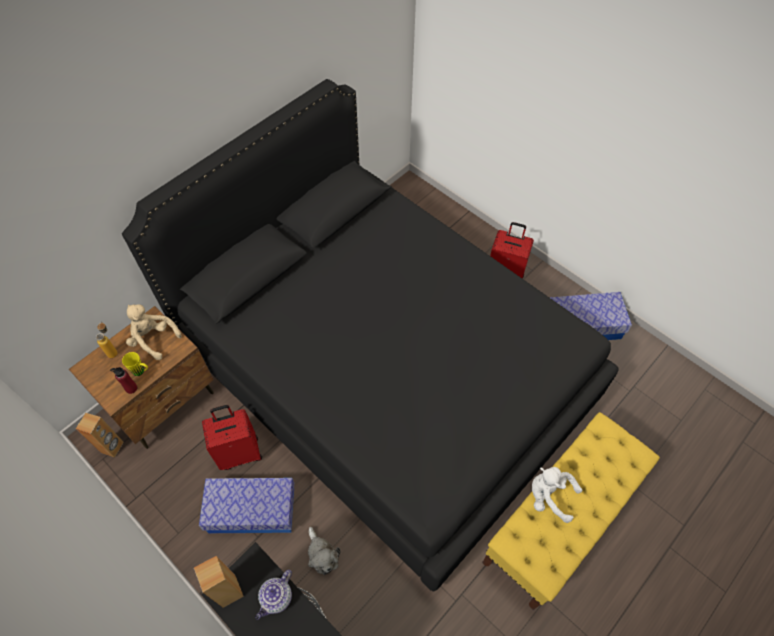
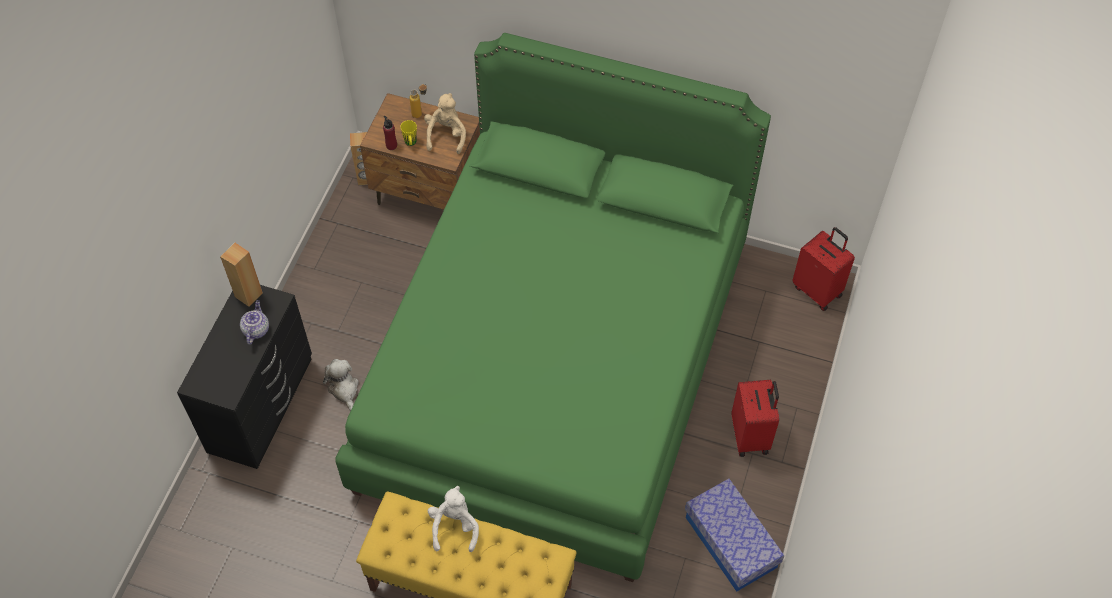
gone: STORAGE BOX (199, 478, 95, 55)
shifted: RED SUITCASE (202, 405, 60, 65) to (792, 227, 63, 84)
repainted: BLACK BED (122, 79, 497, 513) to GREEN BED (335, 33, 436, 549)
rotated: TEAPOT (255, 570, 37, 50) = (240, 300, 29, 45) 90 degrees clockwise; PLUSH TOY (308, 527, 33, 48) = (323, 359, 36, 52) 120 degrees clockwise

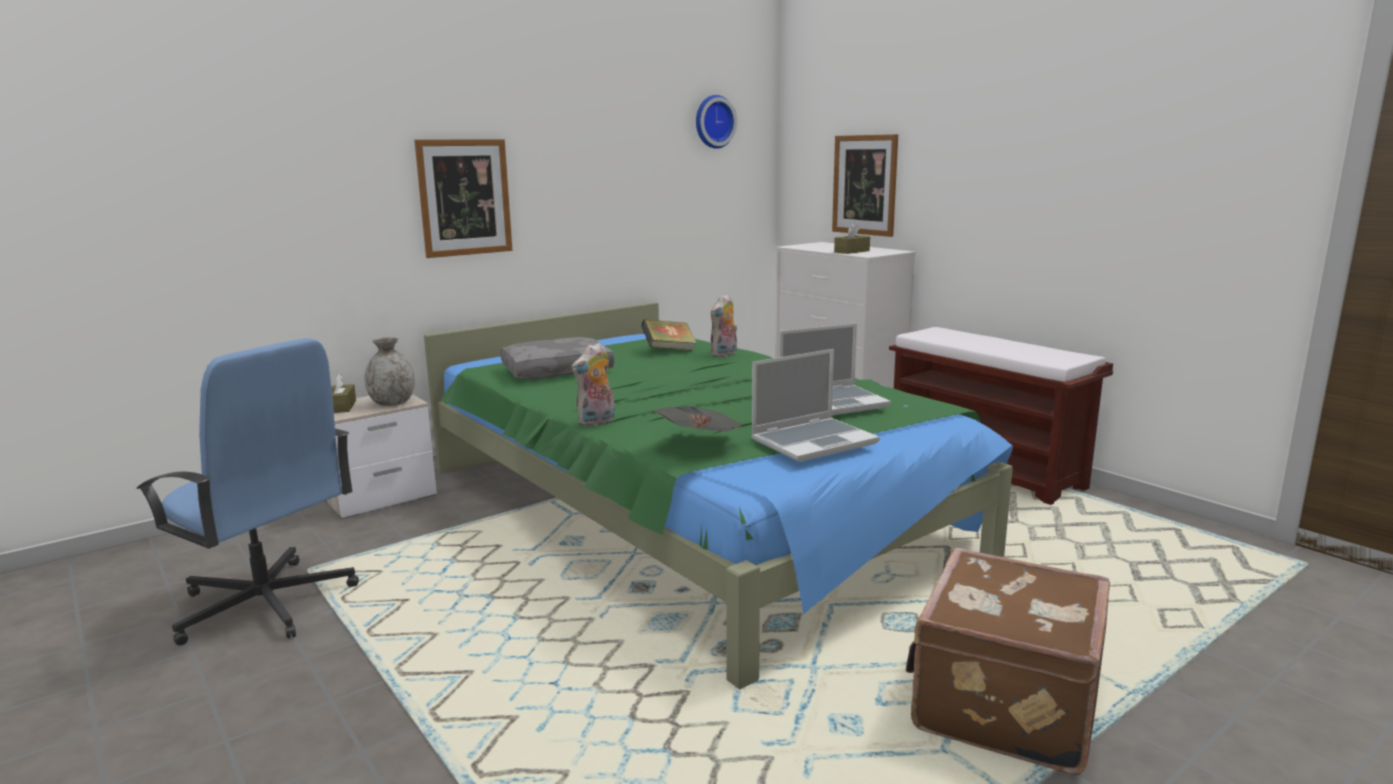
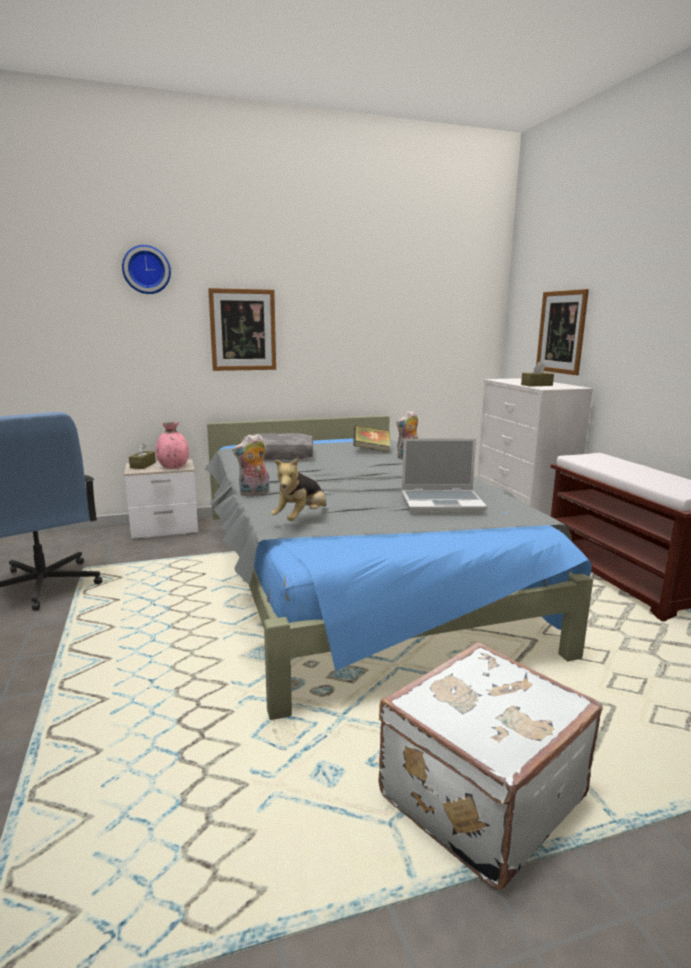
gone: LAPTOP (751, 349, 129, 113)
shifted: WALL CLOCK (696, 95, 41, 54) to (122, 245, 49, 49)
swapped: NEWSPAPER (651, 406, 91, 26) to PLUSH TOY (270, 458, 56, 63)
repainted: GREY VASE (365, 337, 50, 69) to PINK VASE (156, 422, 33, 46); GREEN BED (424, 302, 589, 387) to GREY BED (204, 415, 389, 305); BROWN SUITCASE (906, 548, 204, 227) to WHITE SUITCASE (378, 642, 225, 248)

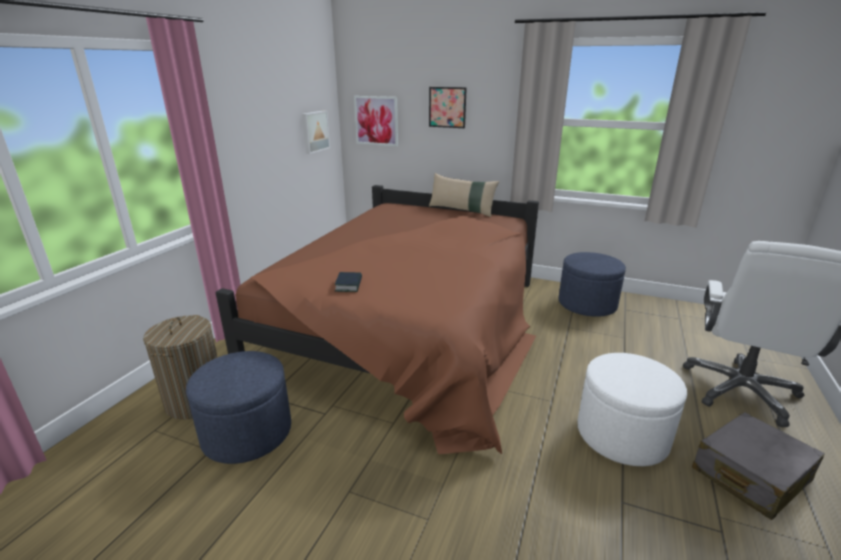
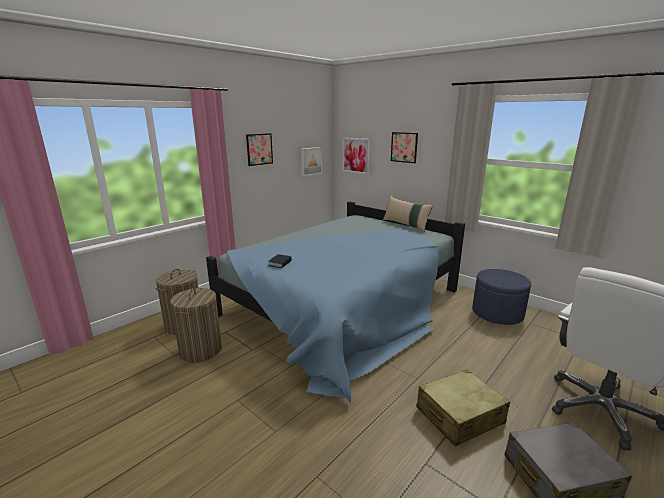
new: PICTURE (246, 133, 27, 33)
swapped: BLUE OTTOMAN (186, 351, 105, 113) to LAUNDRY BASKET (170, 288, 52, 75); WHITE OTTOMAN (577, 353, 110, 113) to BEIGE SUITCASE (417, 369, 93, 78)
repainted: BROWN BED (215, 185, 324, 269) to BLUE BED (206, 201, 259, 203)

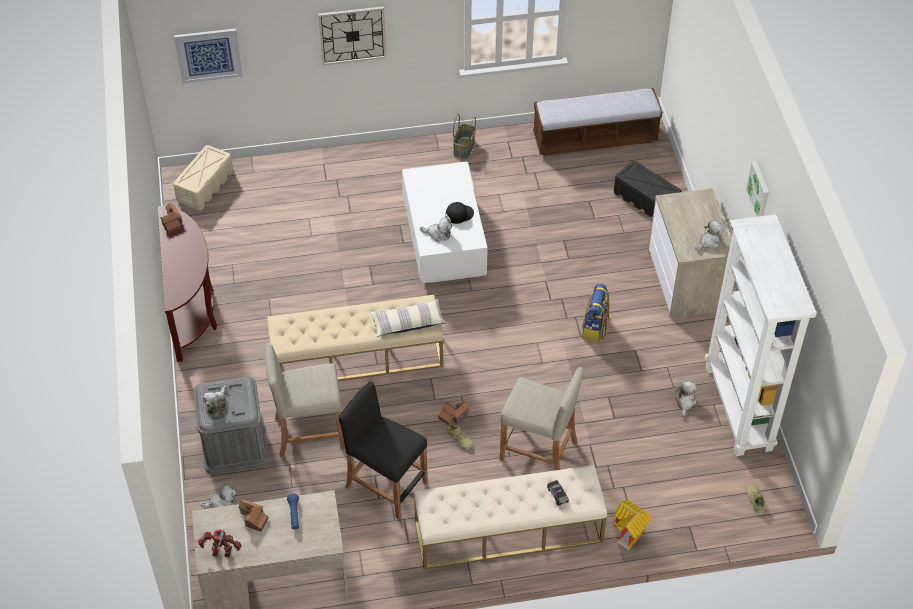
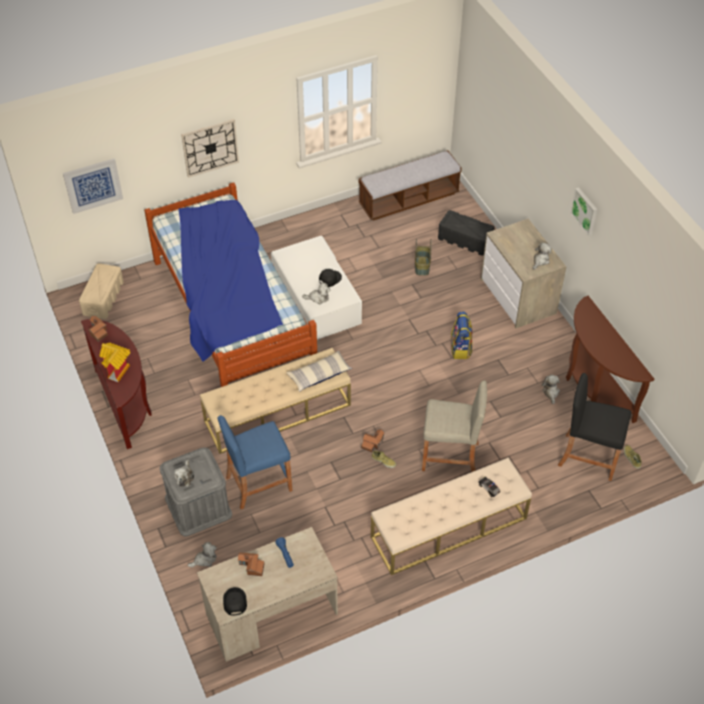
new: BED (144, 182, 173, 205)
shifted: BLACK STOOL (339, 381, 89, 138) to (558, 373, 73, 108); BASKET (453, 113, 23, 46) to (415, 239, 17, 37); TOY HOUSE (614, 500, 38, 50) to (99, 343, 32, 39)
swapped: TOY ROBOT (198, 529, 43, 28) to BLACK CAP (223, 587, 24, 29); WHITE BOOKCASE (705, 214, 112, 242) to BROWN CONSOLE TABLE (566, 296, 88, 127)
repainted: BEIGE STOOL (265, 343, 79, 114) to BLUE STOOL (218, 415, 74, 94)

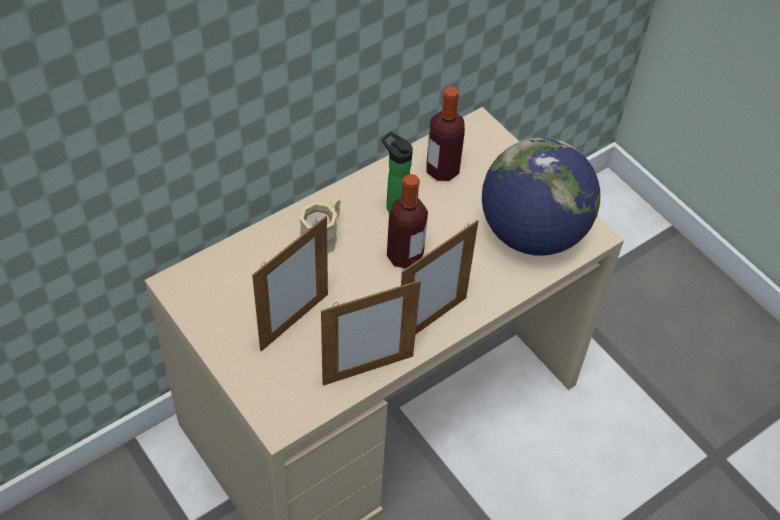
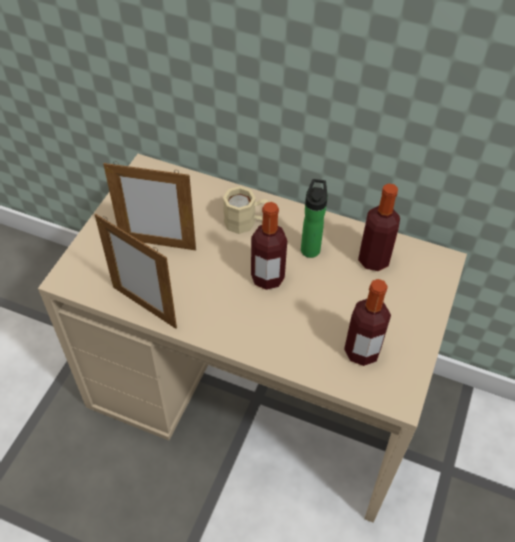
gone: PICTURE FRAME (401, 220, 77, 115)
swapped: GLOBE (482, 138, 118, 118) to BOTTLE (344, 279, 47, 87)

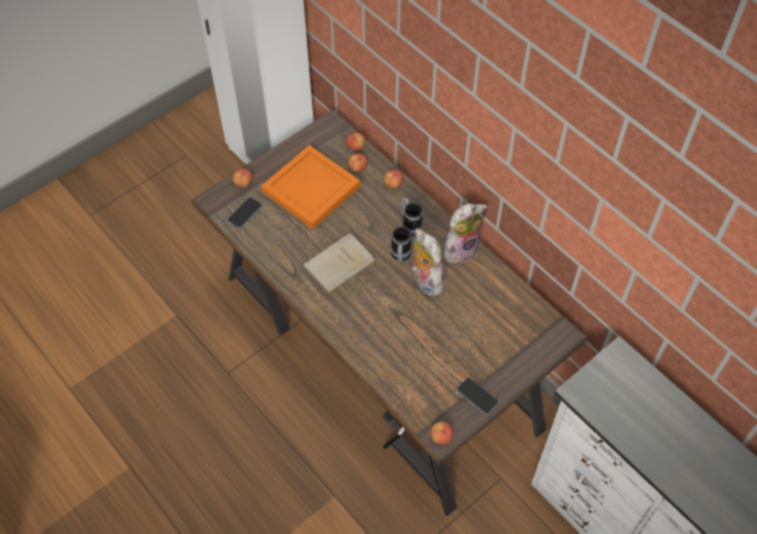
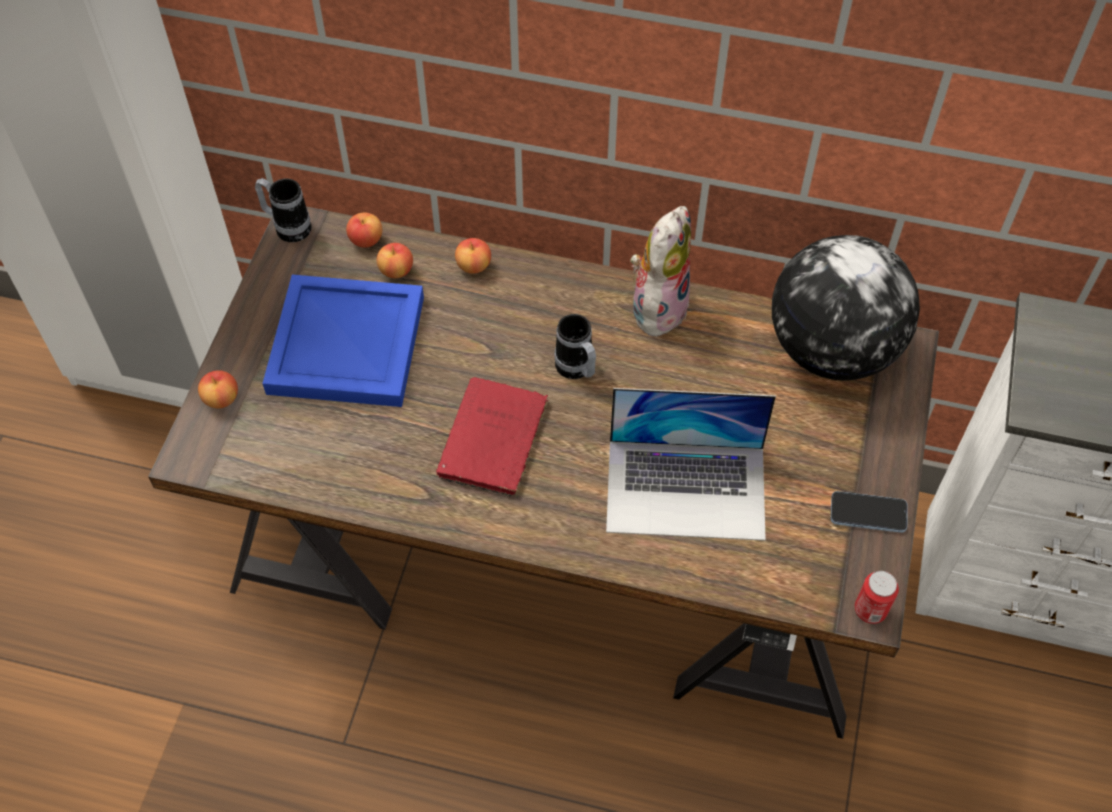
gone: PHONE (227, 197, 35, 32); PLUSH TOY (412, 229, 35, 67)
new: LAPTOP (606, 388, 170, 153); GLOBE (772, 235, 148, 146)
shifted: MUG (402, 197, 21, 40) to (255, 178, 57, 64)
swapped: APPLE (431, 422, 22, 23) to CAN (855, 571, 44, 53)
repainted: ORANGE TRAY (261, 145, 99, 84) to BLUE TRAY (262, 275, 162, 132); BEIGE BOOK (303, 233, 73, 63) to RED BOOK (436, 377, 113, 121)

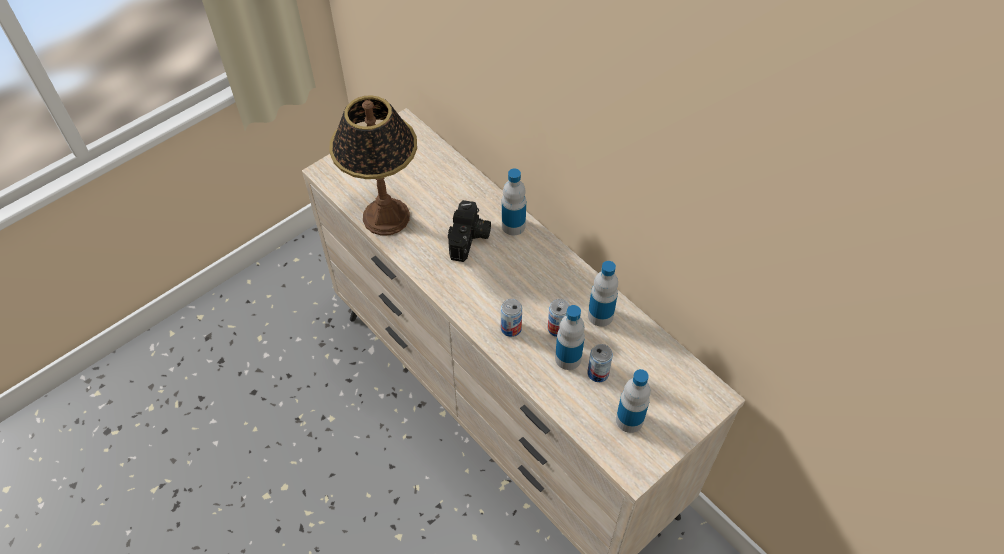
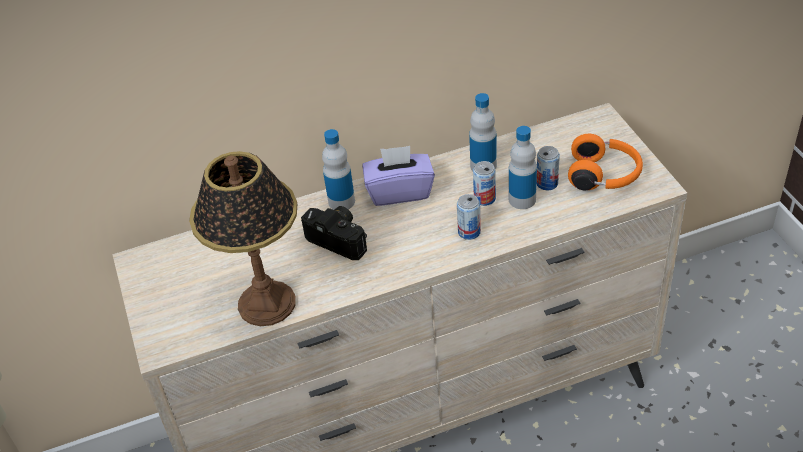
new: PURPLE TISSUE BOX (362, 146, 73, 60)
swapped: BOTTLE (616, 369, 35, 64) to ORANGE HEADPHONES (568, 134, 75, 57)

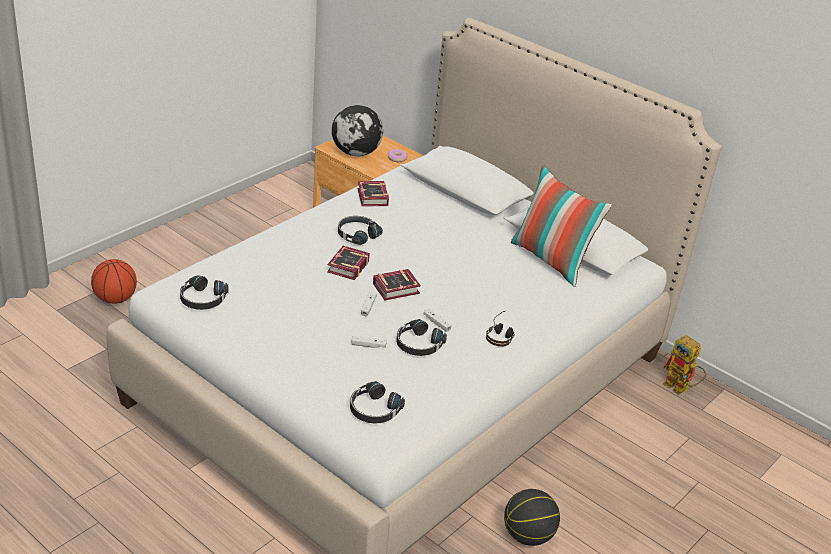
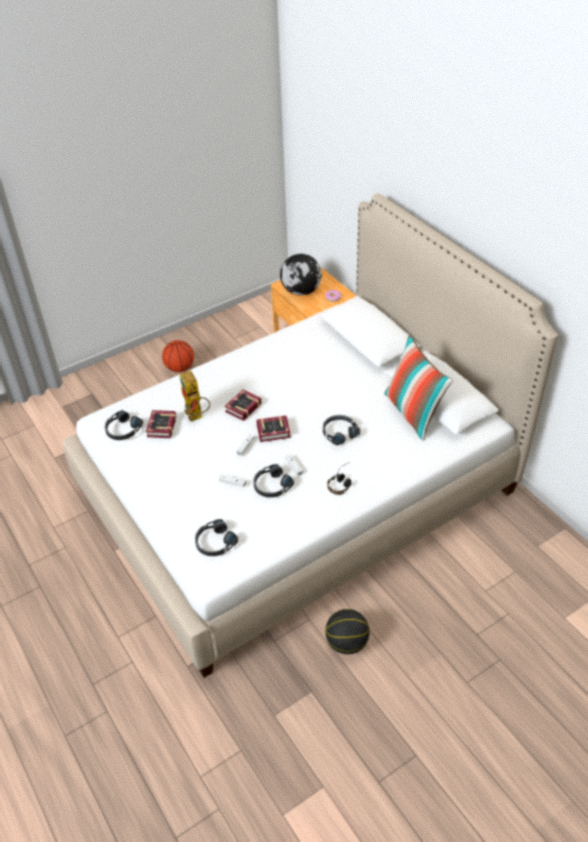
shifted: BASKETBALL (91, 259, 46, 45) to (162, 340, 32, 32); BLACK HEADPHONES (338, 216, 45, 29) to (323, 415, 37, 31); BOOK (357, 181, 32, 26) to (146, 410, 30, 28); TOY ROBOT (662, 335, 44, 60) to (179, 370, 31, 52)

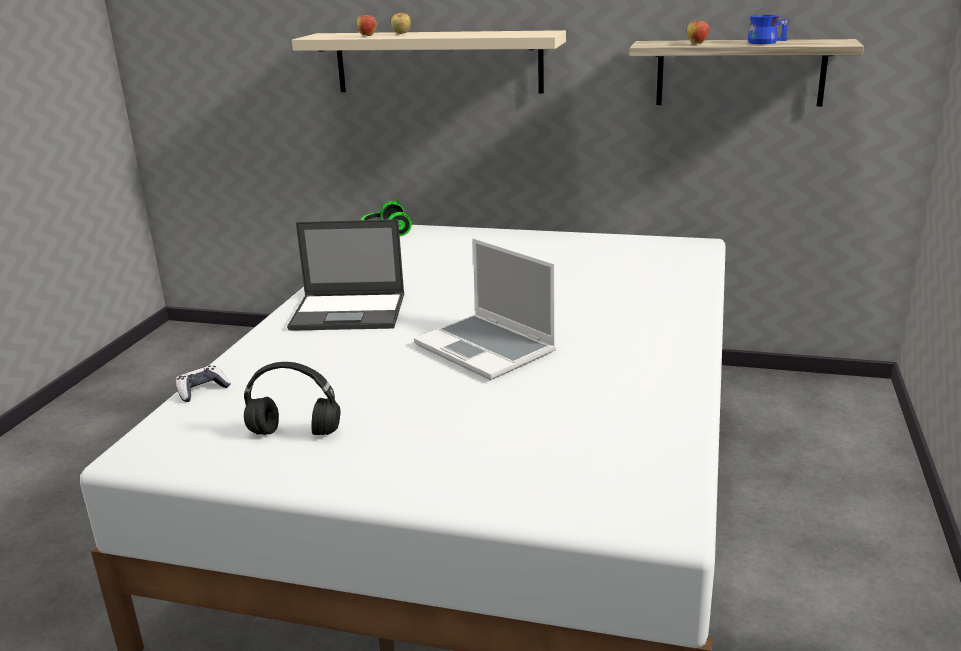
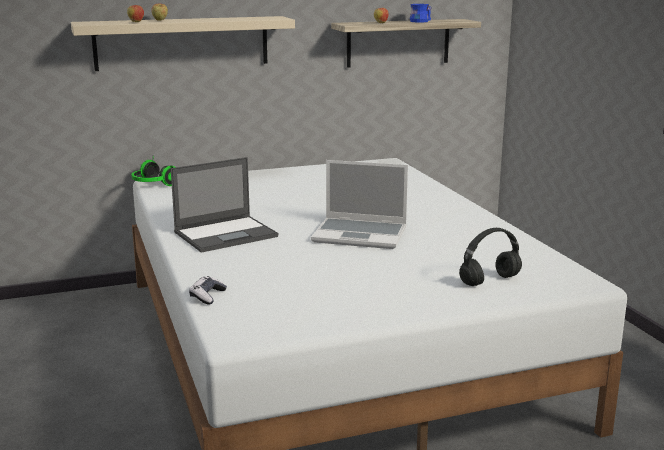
shifted: BLACK HEADPHONES (244, 362, 96, 73) to (459, 228, 63, 58)

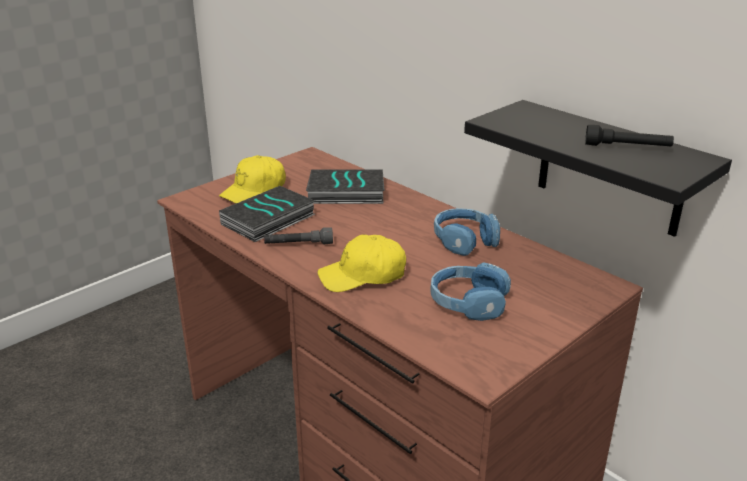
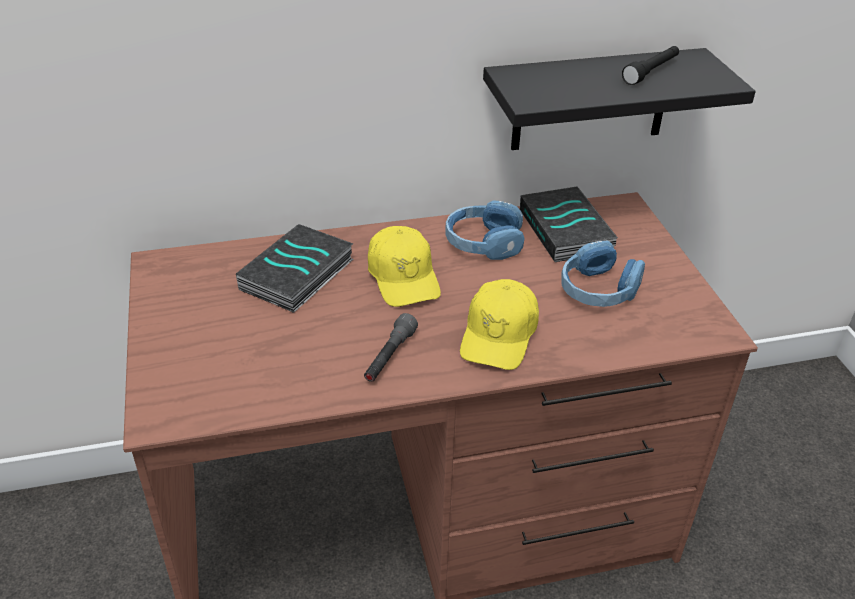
shifted: YELLOW CAP (219, 155, 67, 49) to (368, 226, 73, 81); BOOK (219, 186, 96, 56) to (520, 186, 98, 76)

